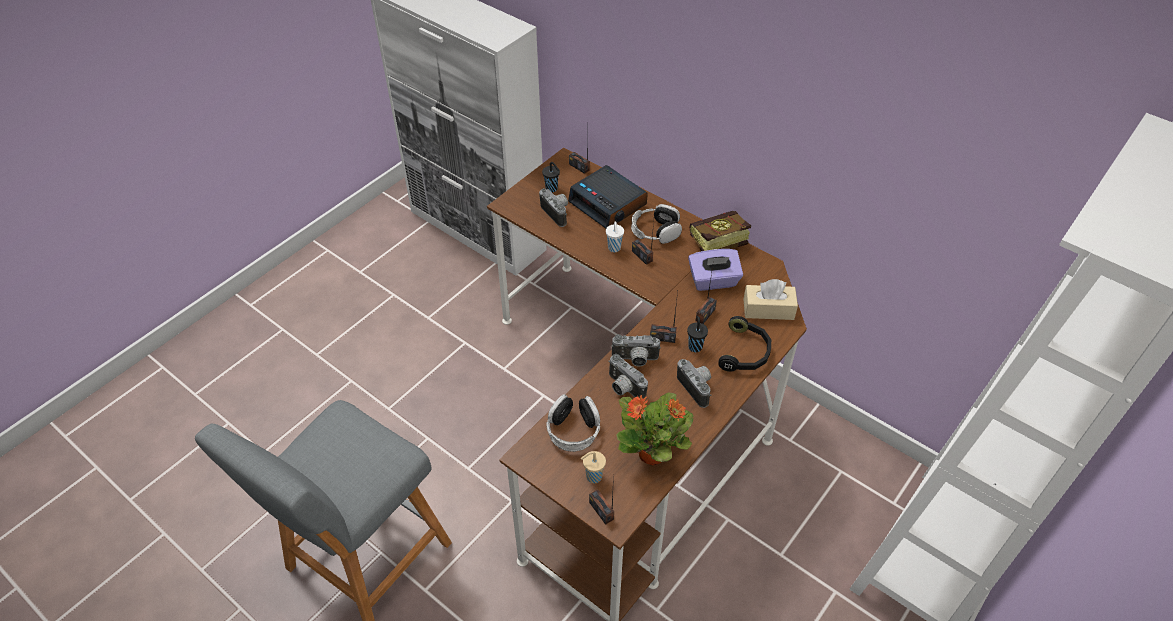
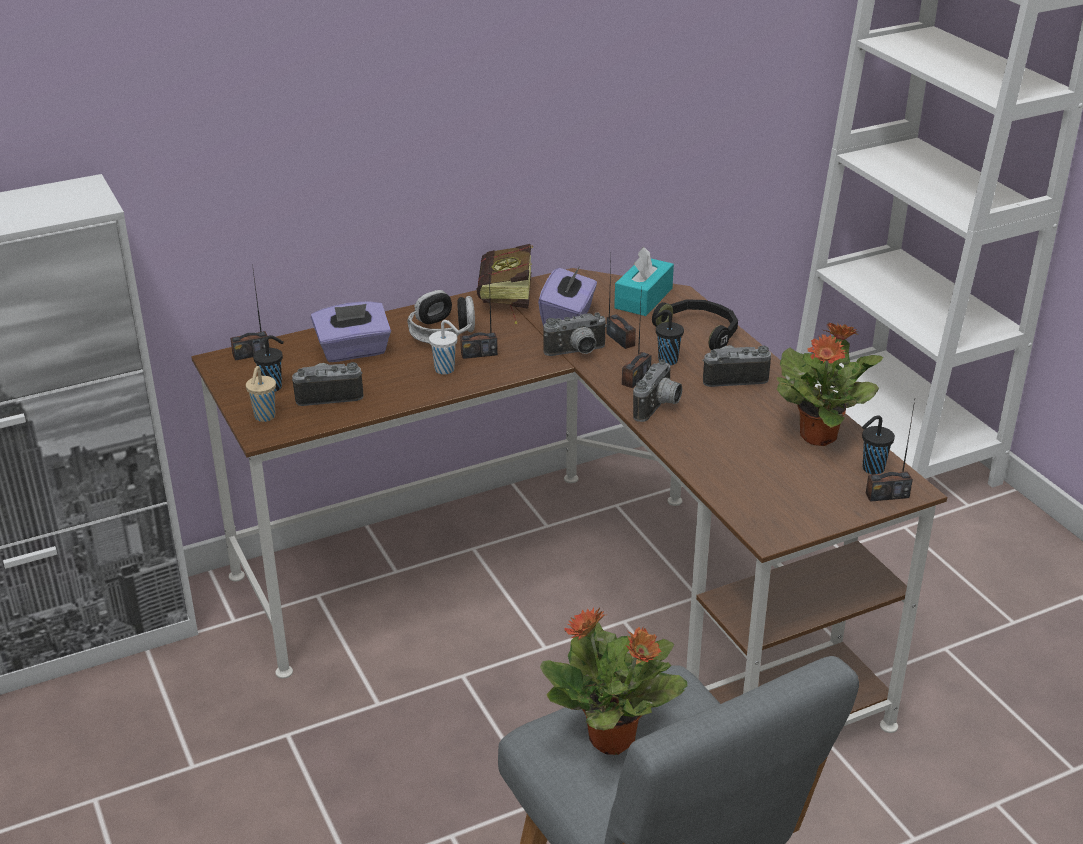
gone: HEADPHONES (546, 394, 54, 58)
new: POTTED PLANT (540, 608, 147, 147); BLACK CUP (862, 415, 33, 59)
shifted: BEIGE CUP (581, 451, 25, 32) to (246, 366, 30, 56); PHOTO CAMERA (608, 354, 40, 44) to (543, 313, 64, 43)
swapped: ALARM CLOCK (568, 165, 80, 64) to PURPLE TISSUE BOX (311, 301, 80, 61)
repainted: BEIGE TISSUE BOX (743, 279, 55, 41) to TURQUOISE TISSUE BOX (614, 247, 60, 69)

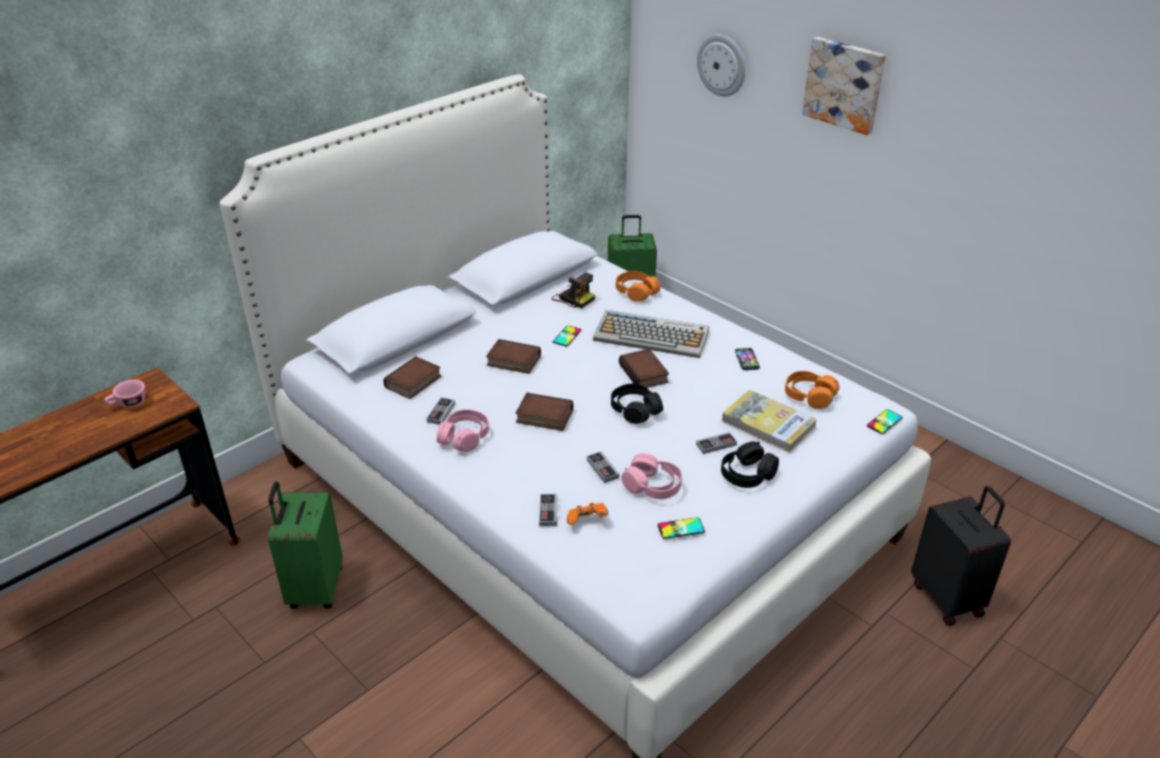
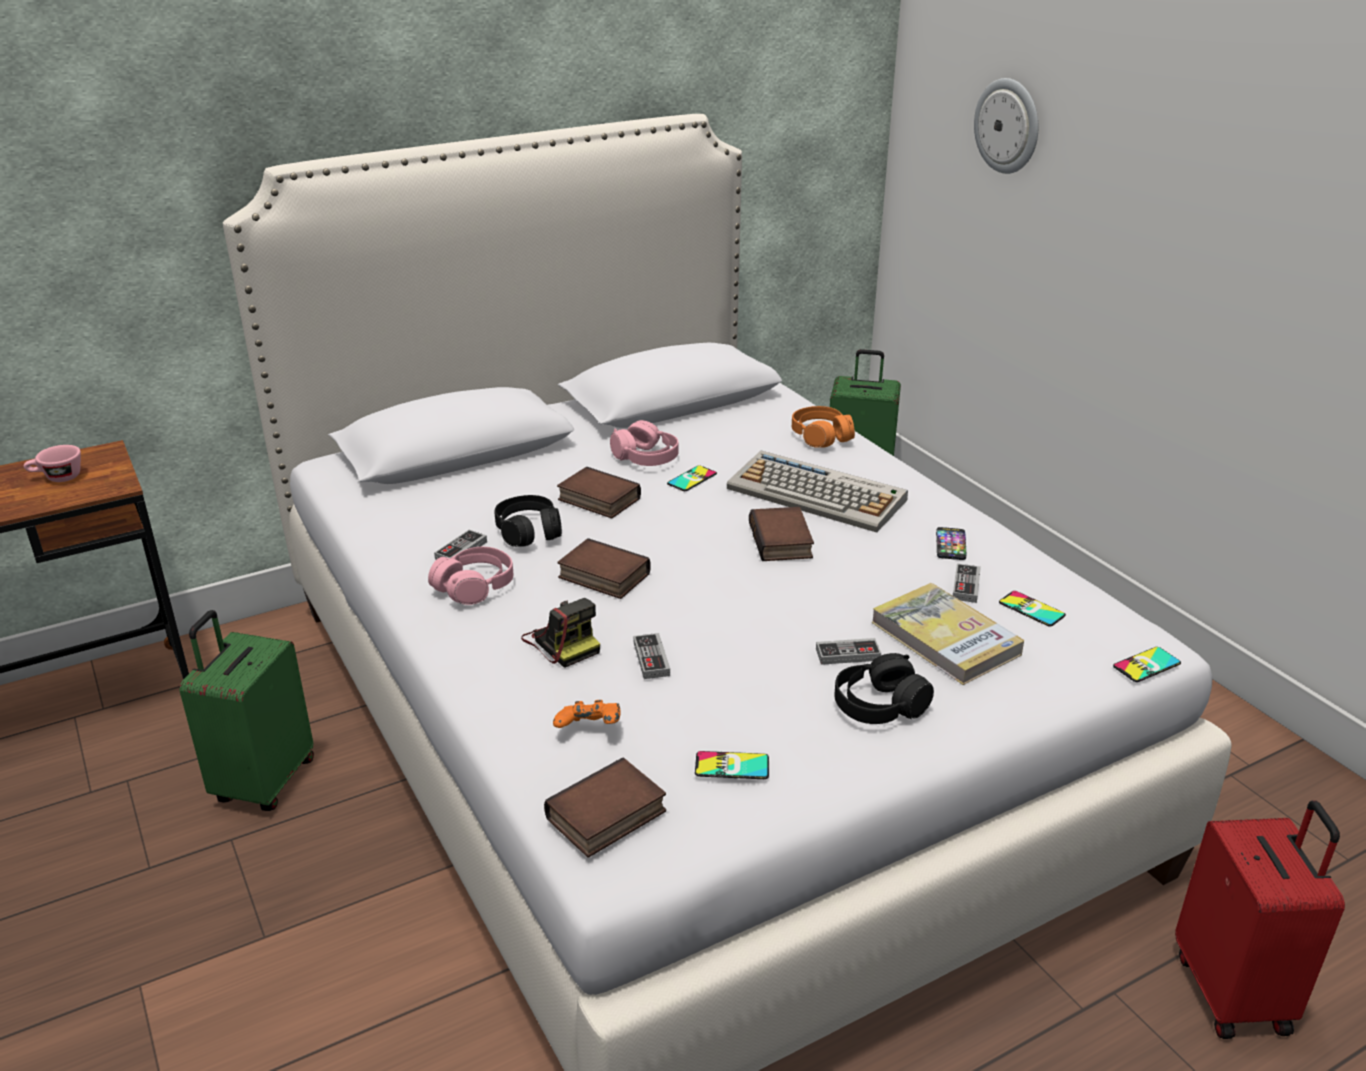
gone: PICTURE (802, 37, 84, 98)
shifted: BOOK (383, 356, 58, 43) to (544, 757, 122, 100); GAME CONTROLLER (539, 494, 18, 32) to (953, 564, 28, 39); PHOTO CAMERA (551, 273, 44, 35) to (521, 598, 79, 70); BLACK HEADPHONES (611, 384, 52, 40) to (494, 495, 68, 52); PINK HEADPHONES (622, 453, 60, 46) to (610, 420, 69, 46)
swapped: ORANGE HEADPHONES (785, 371, 54, 38) to PHONE (999, 591, 67, 36)
repainted: BLACK SUITCASE (911, 486, 100, 140) to RED SUITCASE (1175, 801, 170, 238)

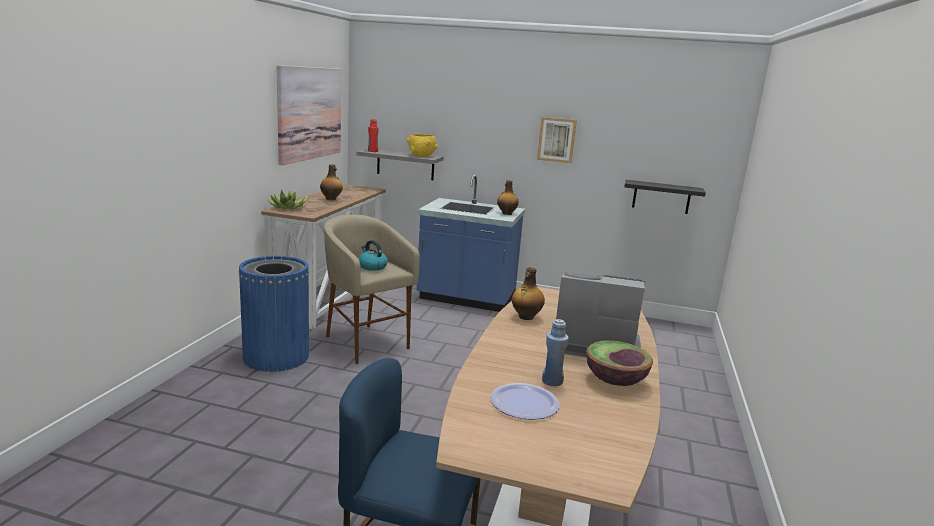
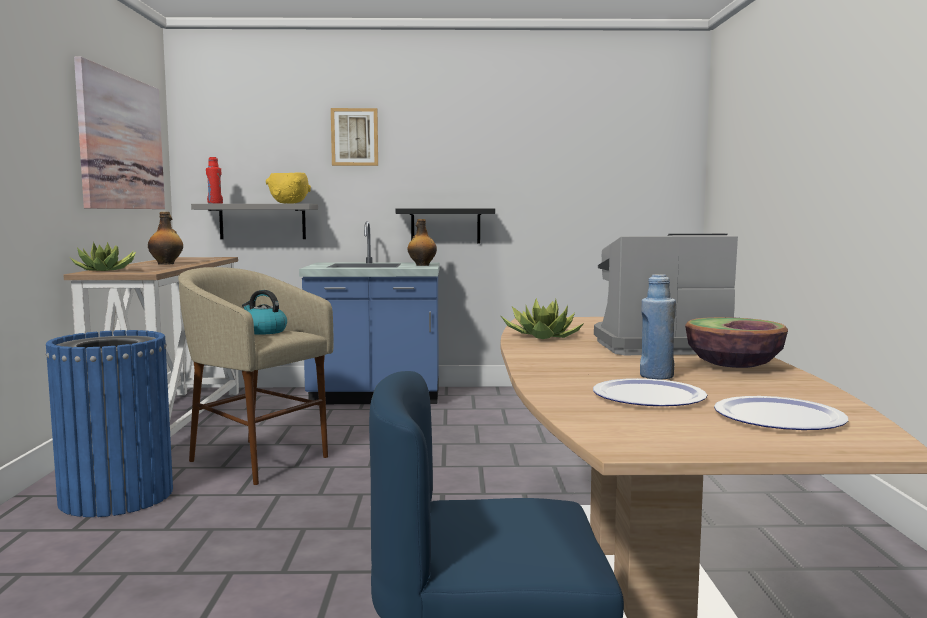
new: PLATE (714, 396, 134, 34)
shifted: PICTURE (537, 117, 40, 46) to (331, 108, 47, 58); BLACK SHELF (625, 180, 81, 34) to (396, 208, 99, 36)
swapped: BOTTLE (512, 267, 33, 53) to POTTED PLANT (501, 298, 83, 41)

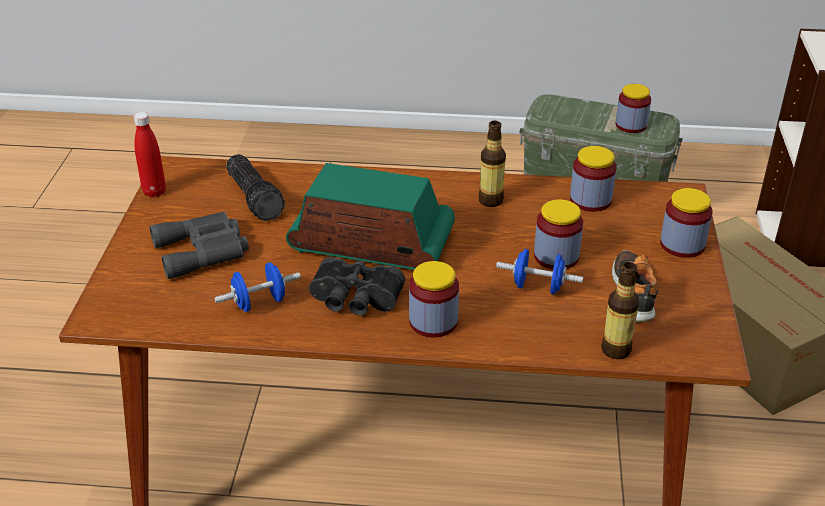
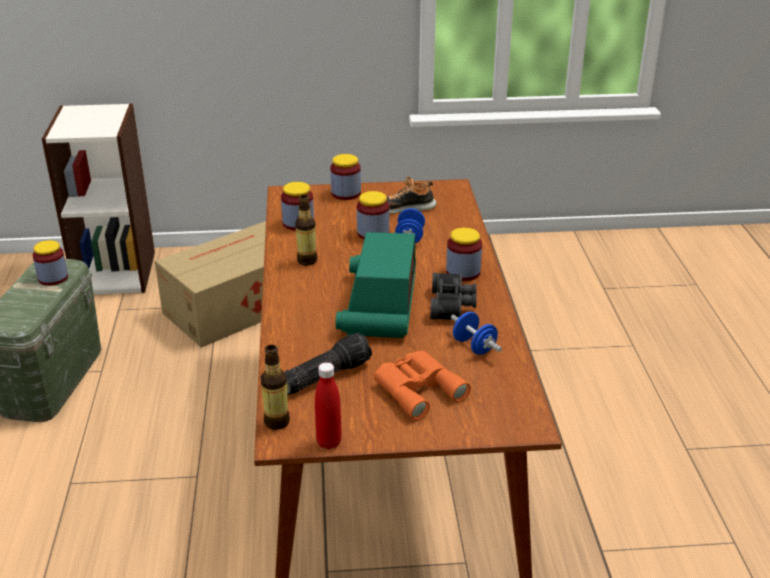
shifted: BOTTLE (601, 262, 38, 97) to (261, 345, 29, 85)
repainted: GREY BINOCULARS (149, 211, 100, 68) to ORANGE BINOCULARS (374, 351, 97, 69)

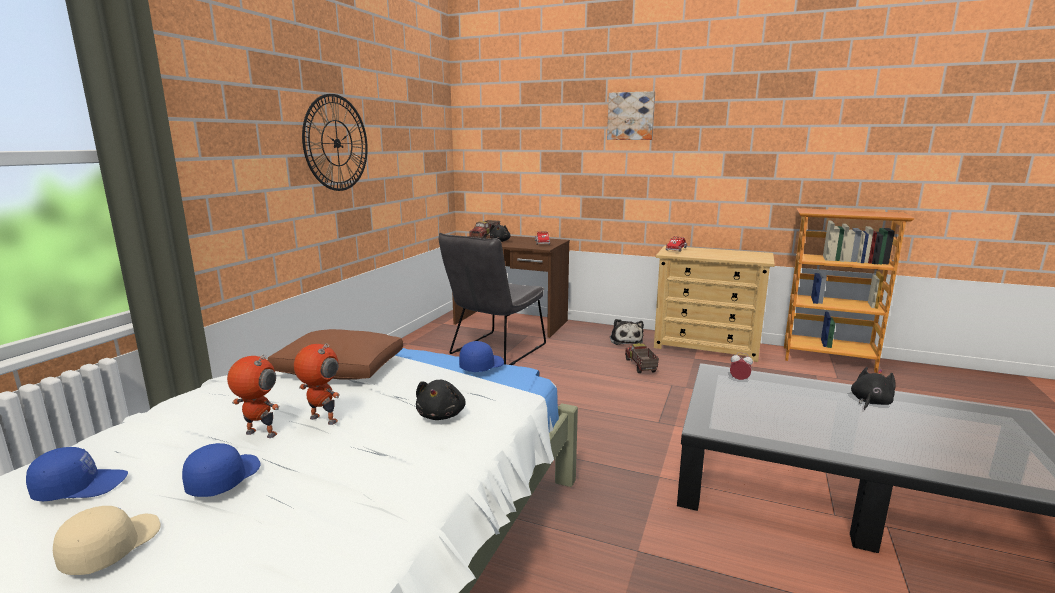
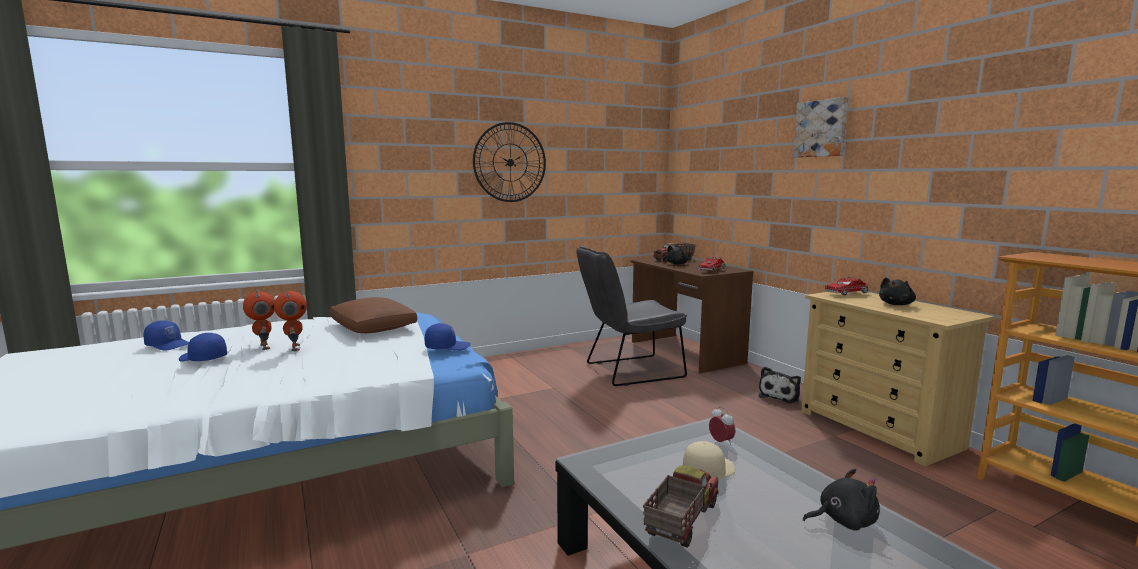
shifted: BEIGE CAP (53, 506, 108, 69) to (683, 441, 53, 39); BLACK PLUSH TOY (416, 380, 50, 40) to (879, 278, 37, 27); TOY TRUCK (625, 343, 34, 30) to (643, 466, 76, 82)
rotated: BLUE CAP (182, 443, 78, 54) = (179, 333, 48, 29) 120 degrees counterclockwise

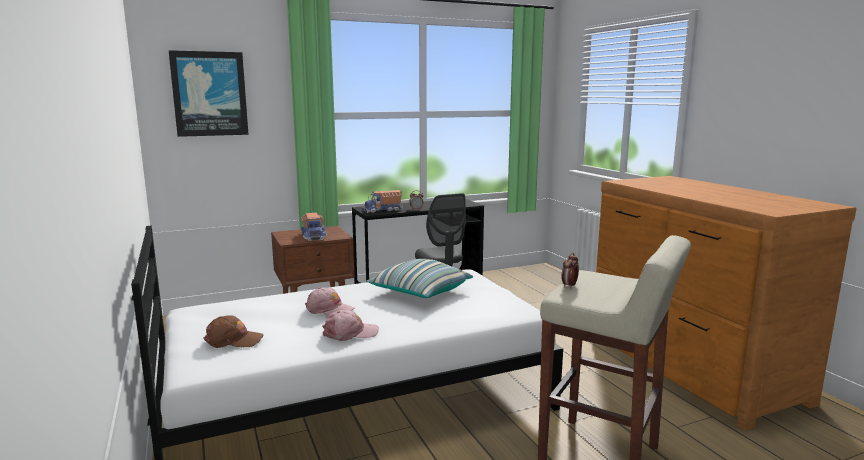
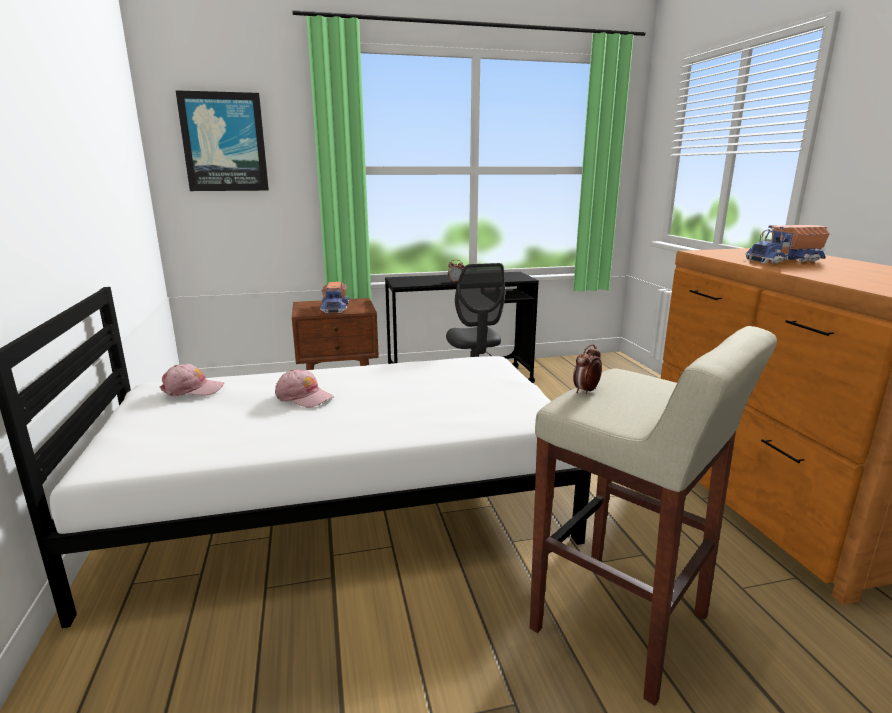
gone: BROWN CAP (203, 315, 61, 33); PILLOW (367, 259, 106, 39)
shifted: PINK CAP (322, 309, 57, 32) to (159, 364, 65, 33); TOY TRUCK (363, 190, 40, 23) to (745, 225, 85, 39)

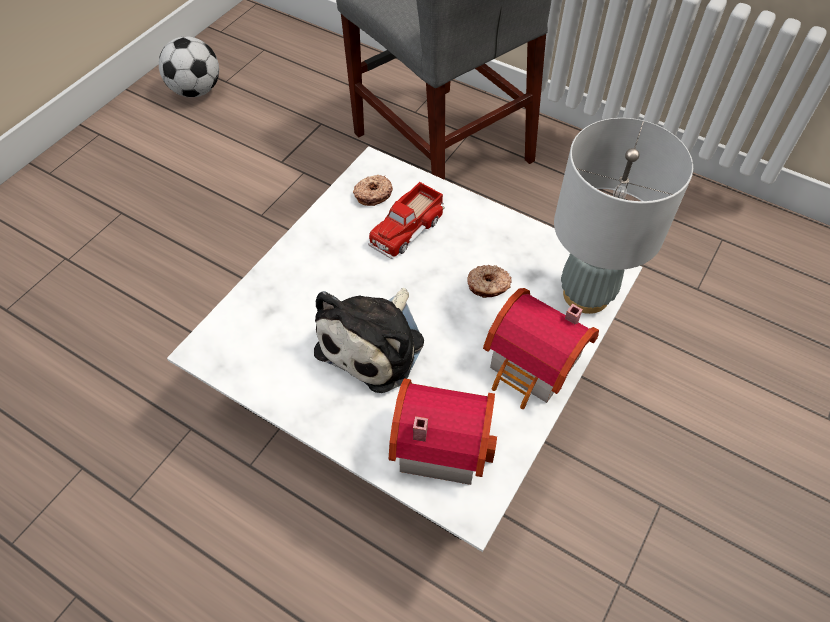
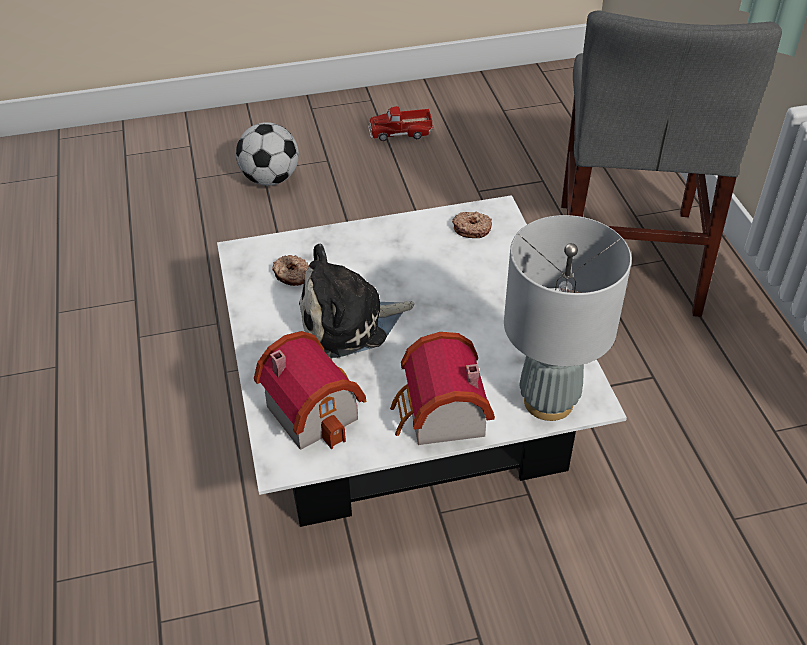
shifted: FOOTBALL (159, 37, 60, 60) to (236, 122, 63, 64); TOY TRUCK (368, 182, 77, 77) to (368, 106, 65, 35); DONUT (467, 265, 45, 33) to (272, 255, 37, 31)

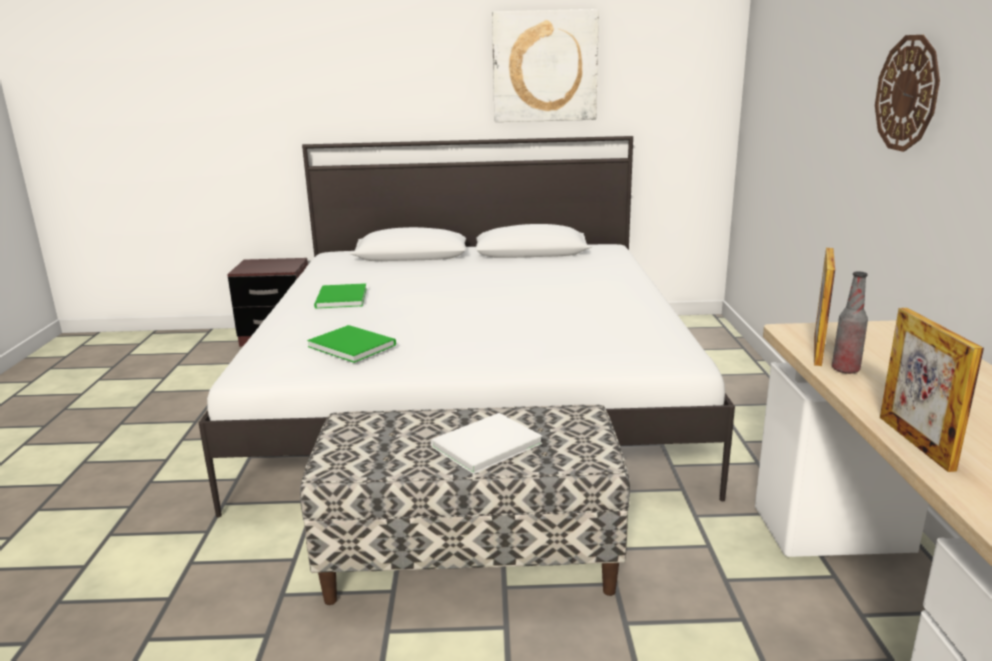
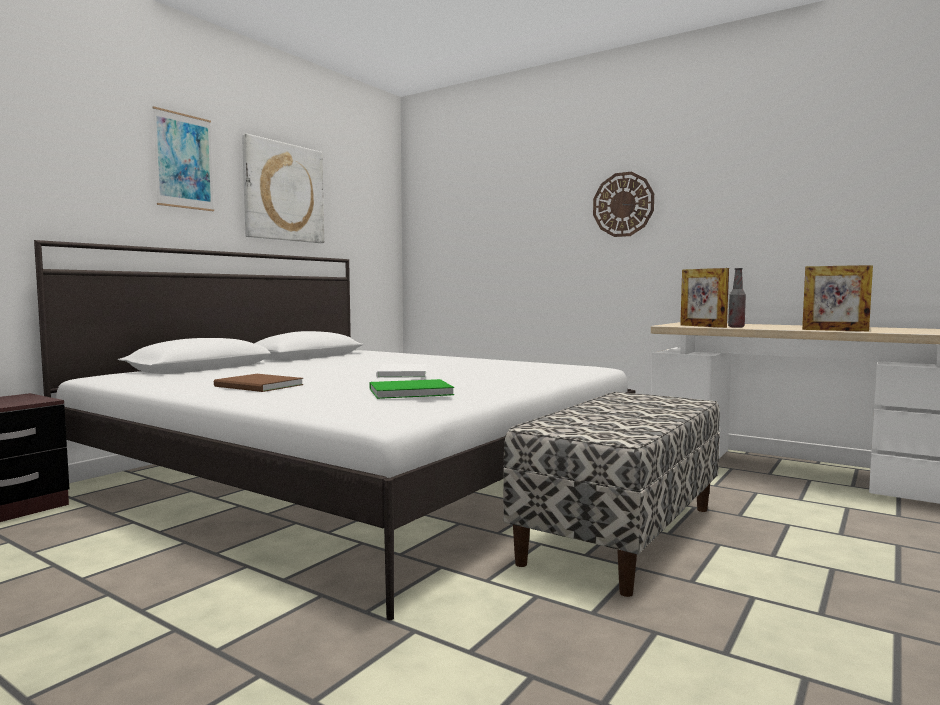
new: PICTURE (152, 106, 62, 105)
shifted: WHITE BOOK (431, 413, 111, 61) to (376, 364, 50, 14)
repainted: GREEN BOOK (314, 283, 53, 26) to BROWN BOOK (214, 374, 89, 18)

